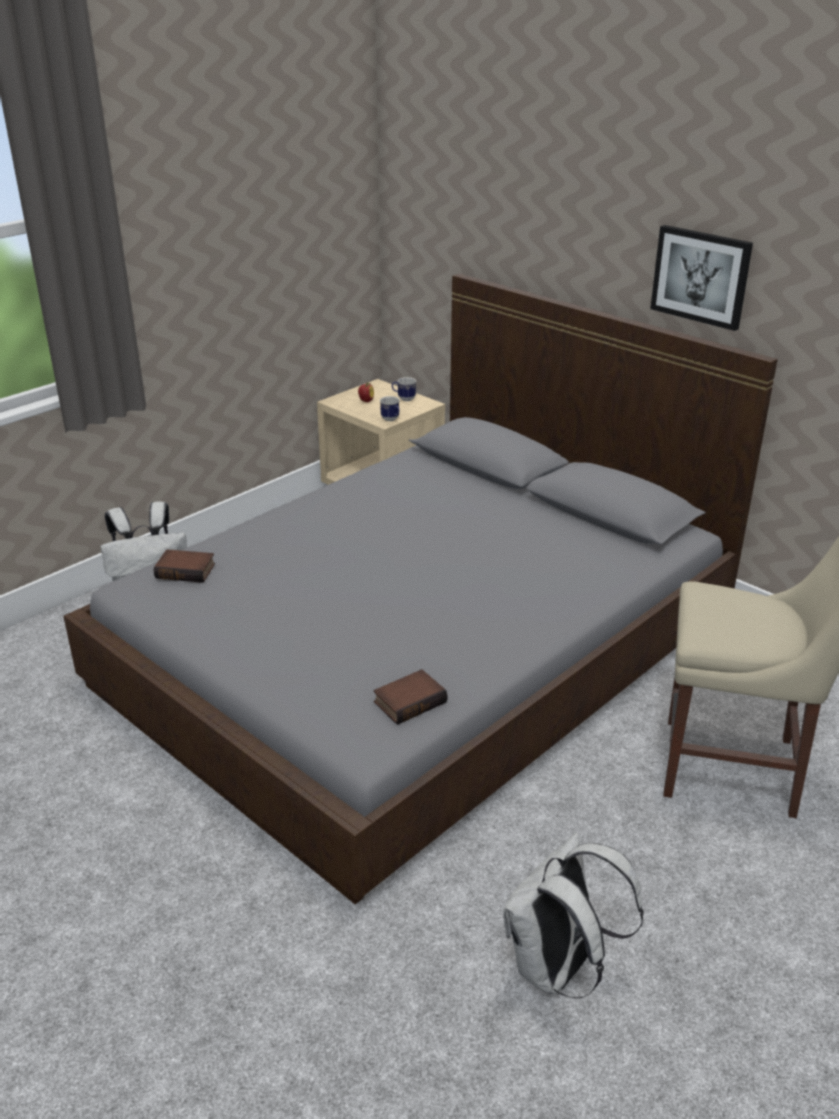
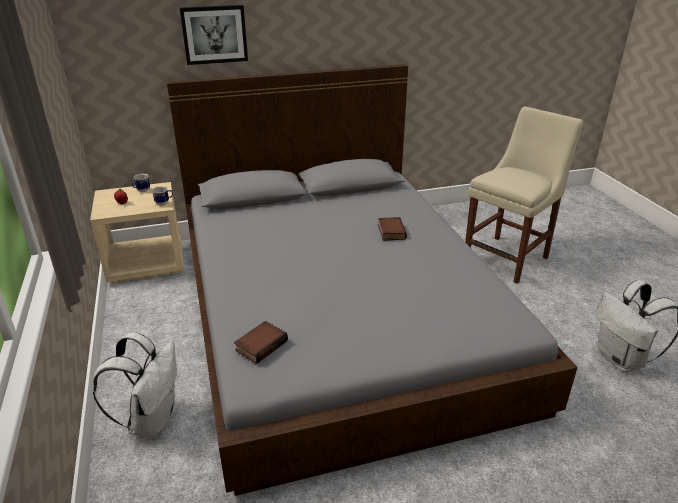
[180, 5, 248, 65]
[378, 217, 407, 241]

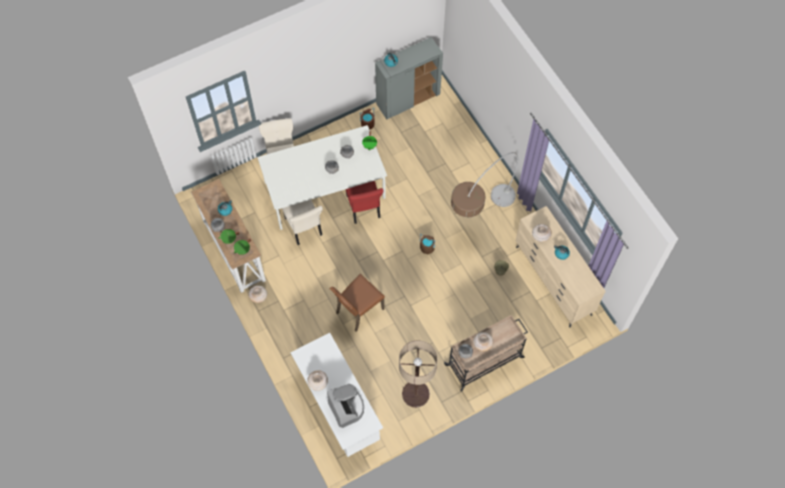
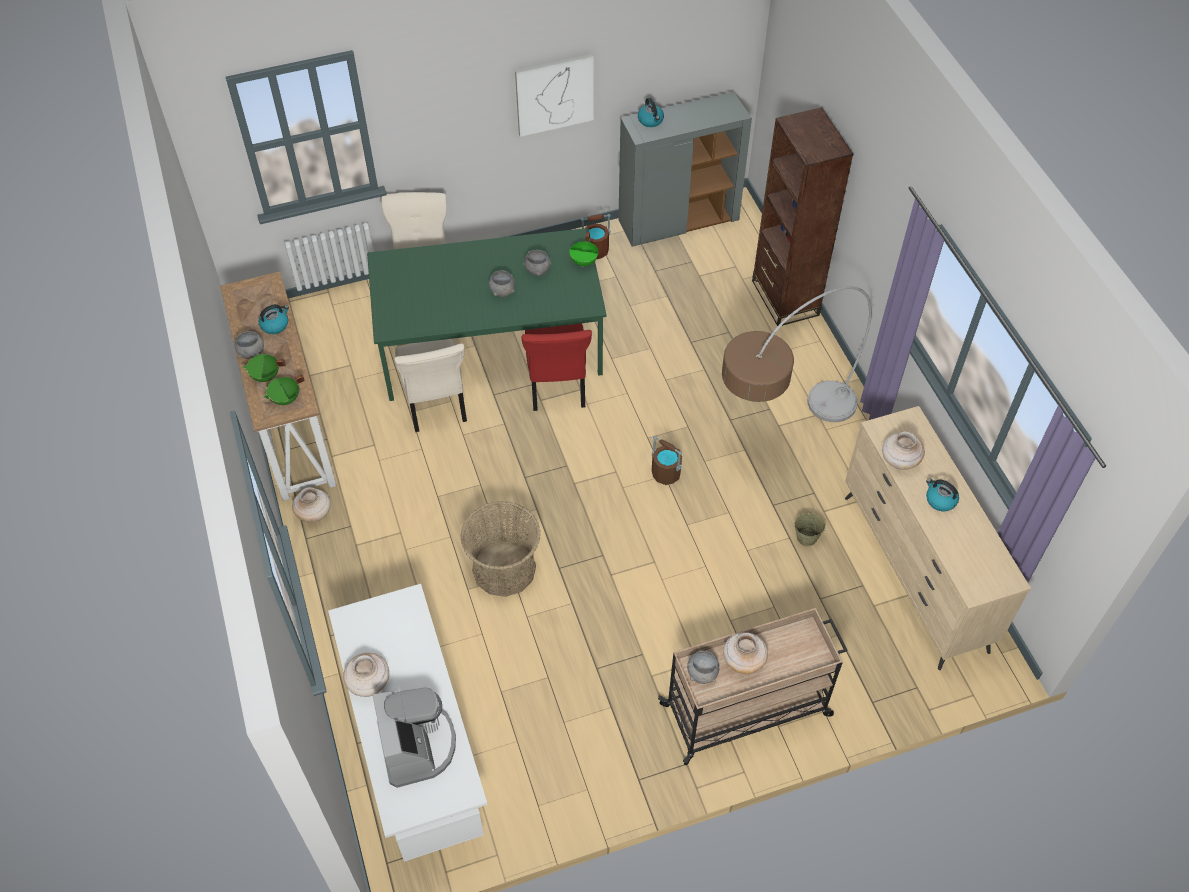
[367, 228, 607, 401]
[461, 501, 540, 597]
[399, 340, 437, 408] (first image)
[515, 54, 594, 137]
[752, 107, 853, 326]

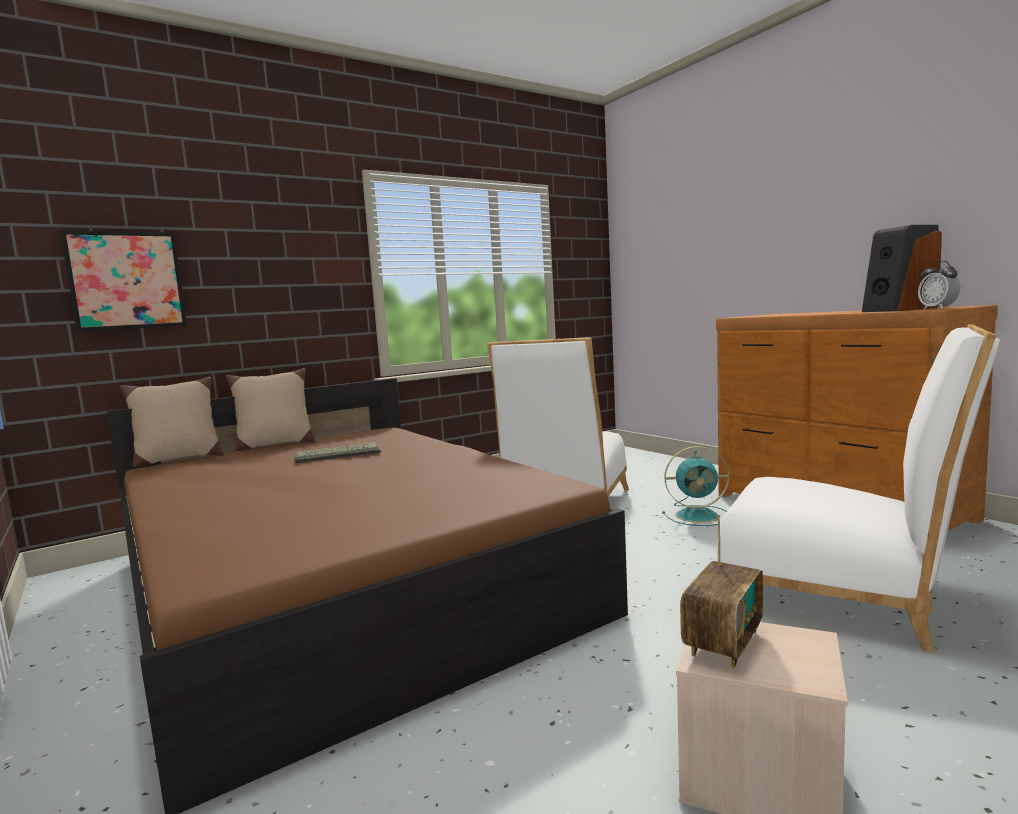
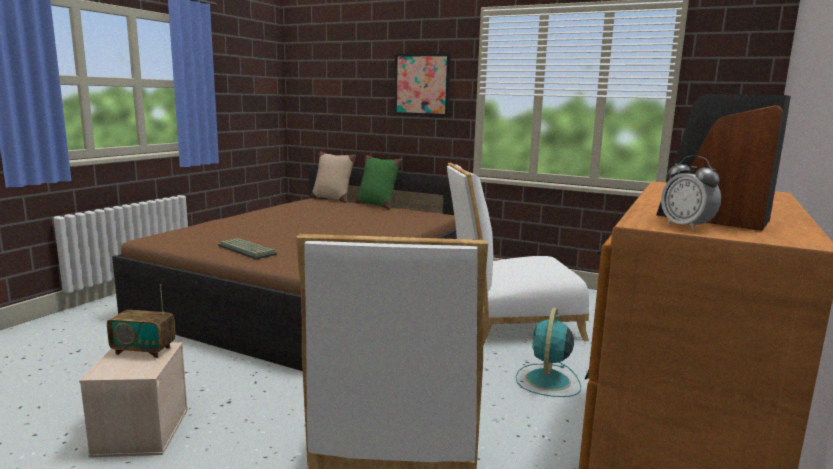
[394, 53, 451, 116]
[661, 155, 721, 231]
[355, 155, 402, 210]
[218, 238, 277, 259]
[516, 308, 581, 397]

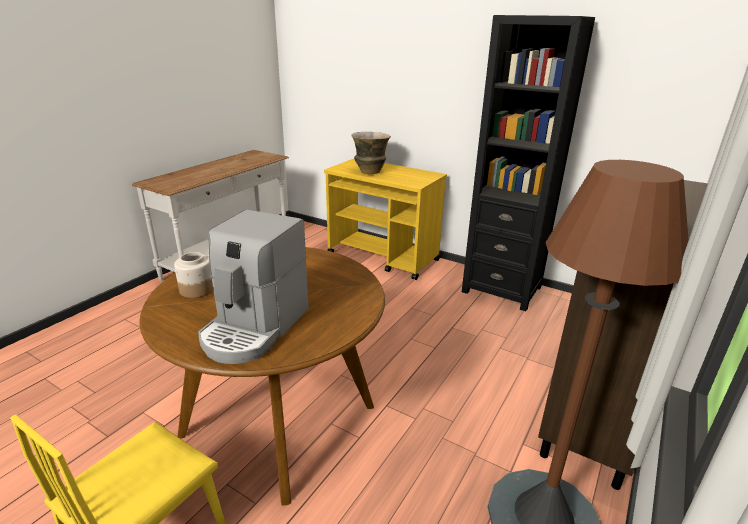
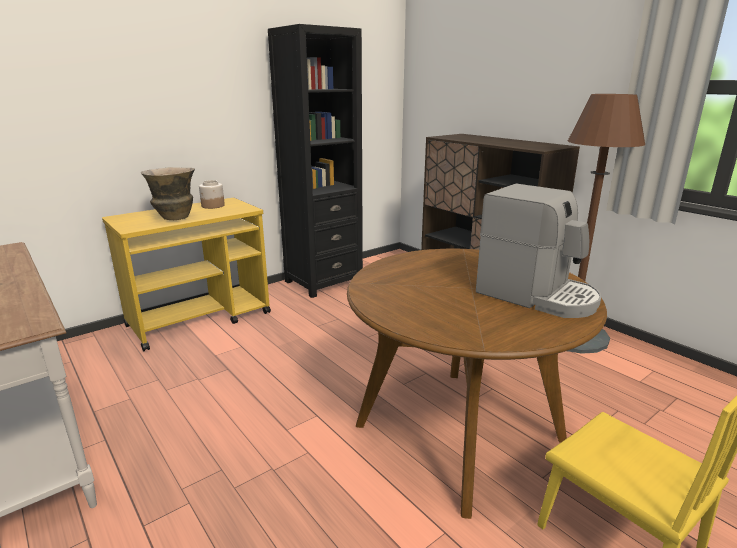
[199, 180, 225, 209]

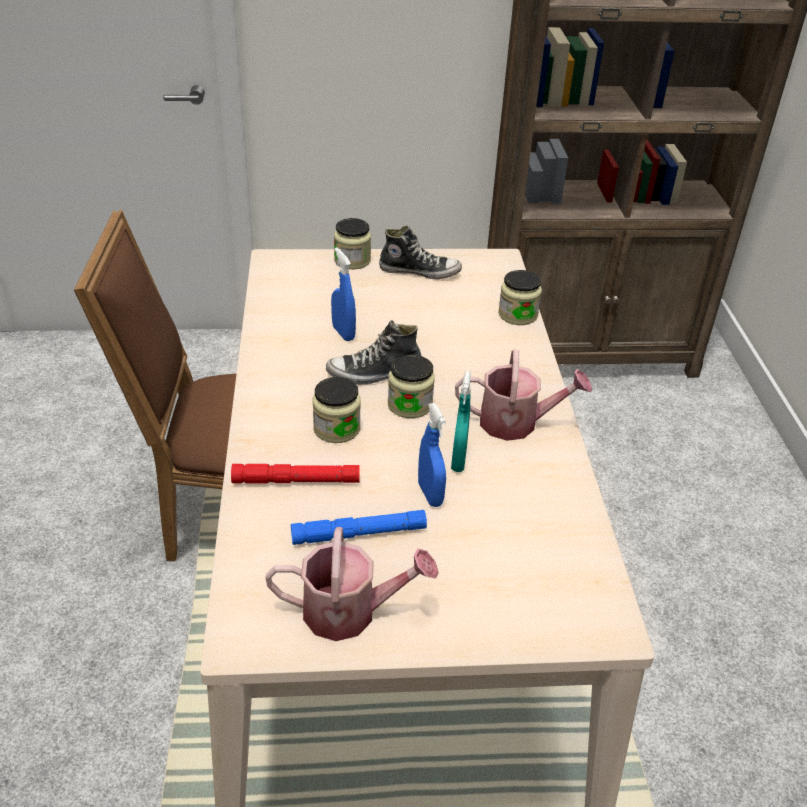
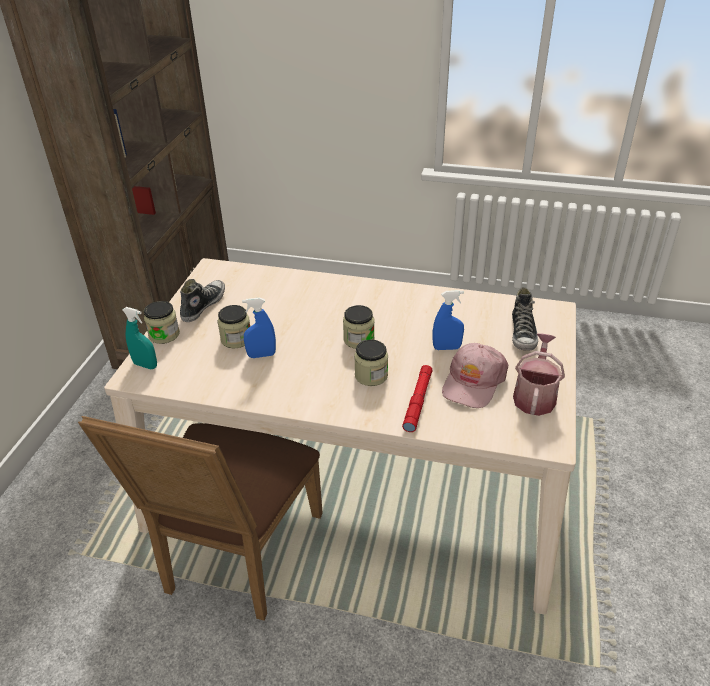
[217, 305, 250, 348]
[512, 287, 538, 351]
[455, 349, 592, 441] (first image)
[122, 307, 157, 369]
[442, 343, 508, 408]

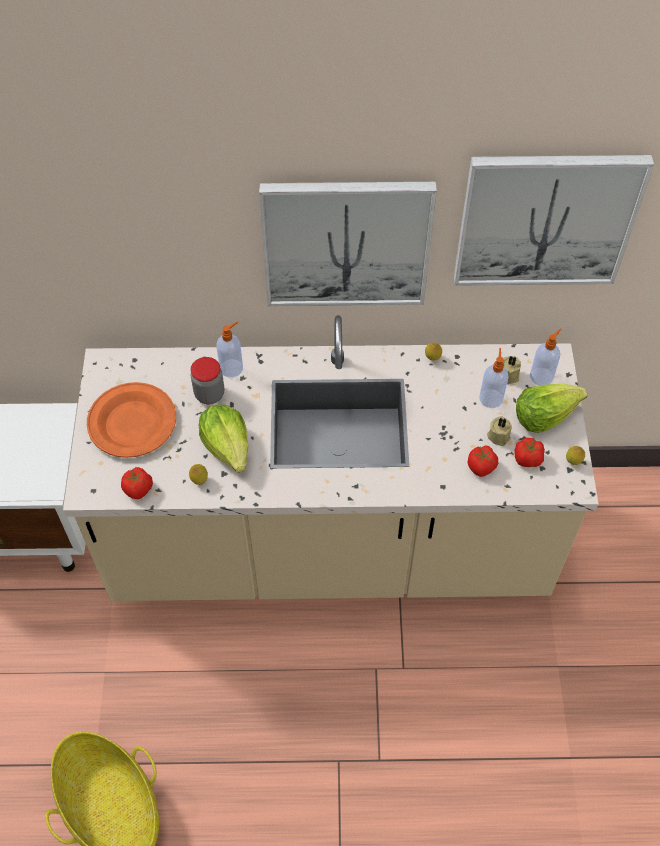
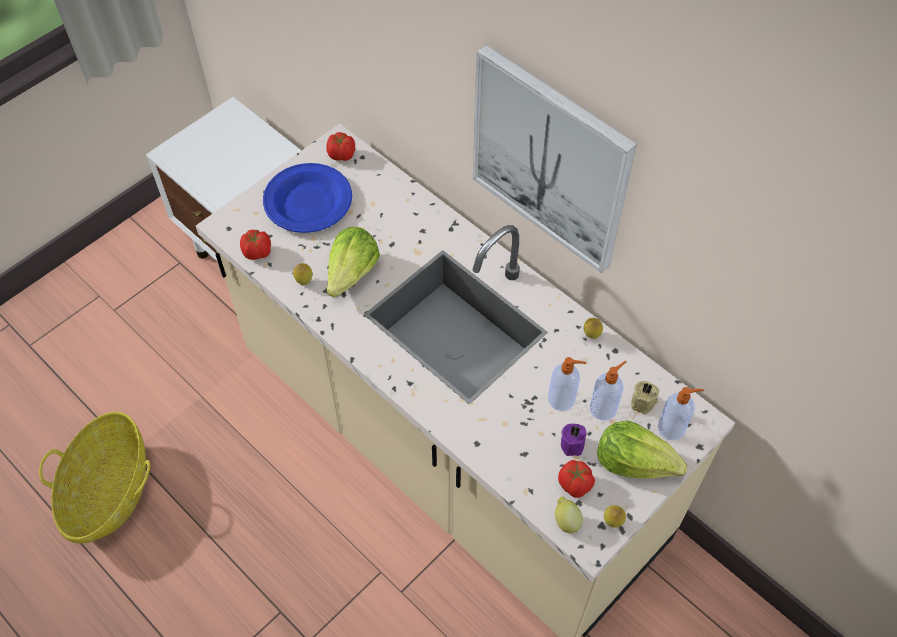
[454, 155, 654, 286] (first image)
[548, 357, 586, 411]
[191, 357, 224, 404] (first image)
[263, 163, 352, 233]
[561, 424, 586, 456]
[326, 132, 355, 161]
[555, 497, 583, 533]

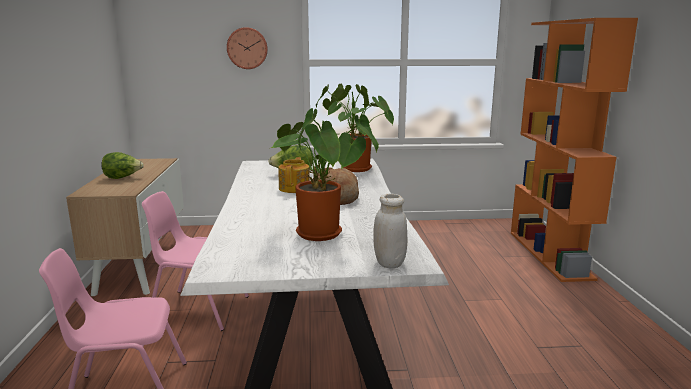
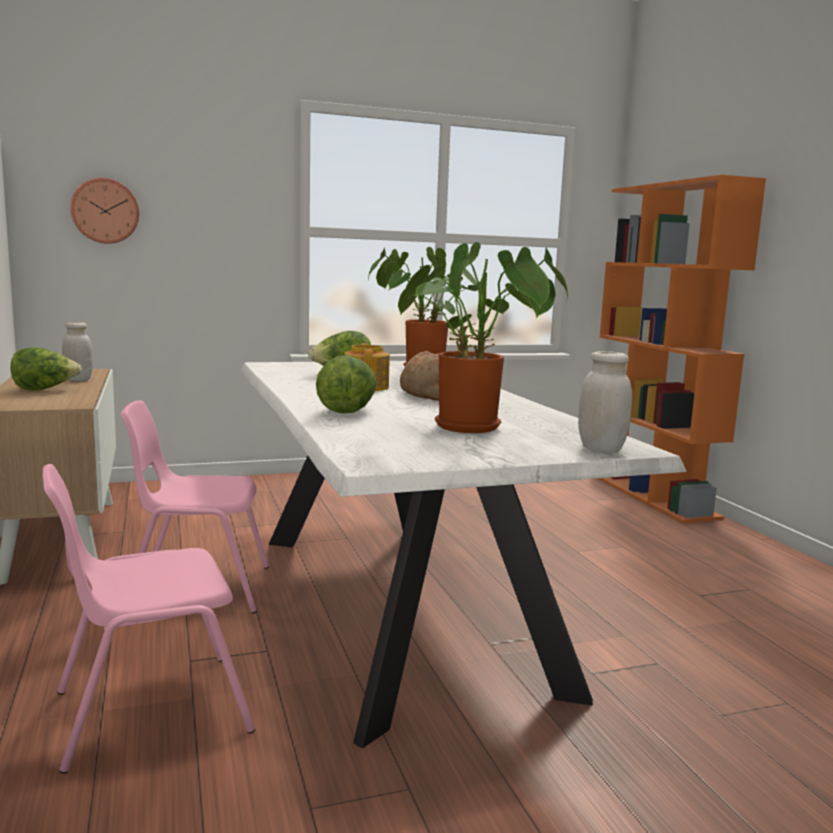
[71, 178, 139, 244]
[62, 322, 93, 381]
[316, 355, 377, 413]

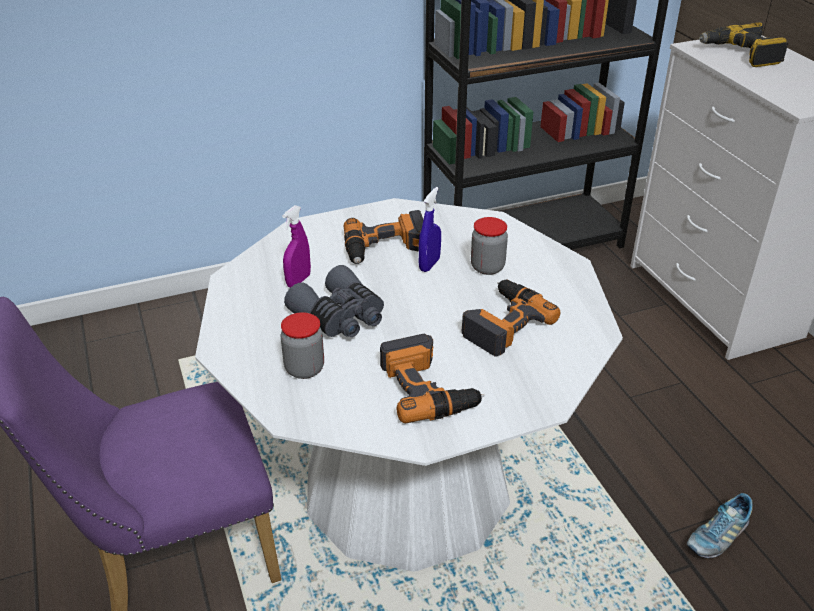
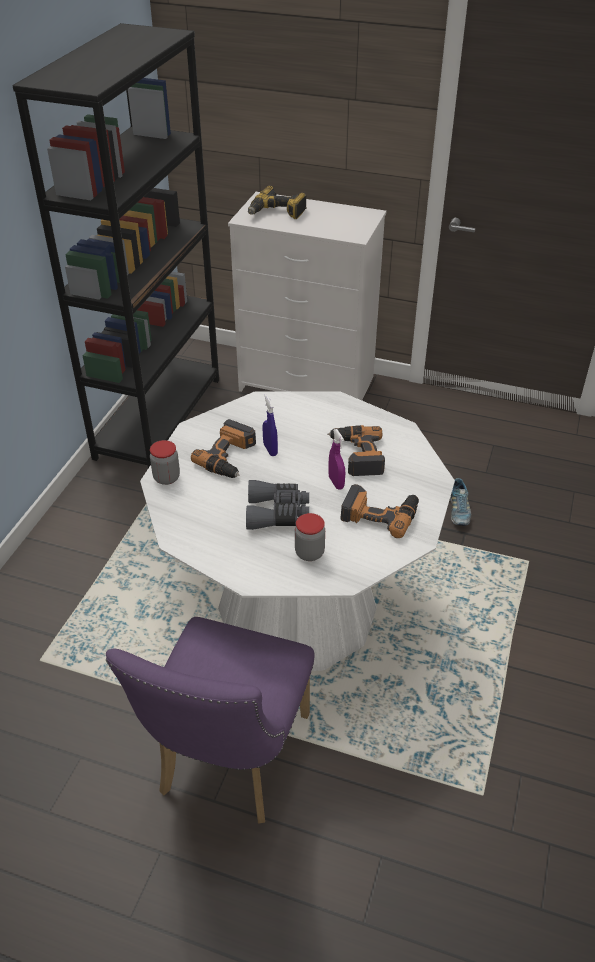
[328, 429, 345, 490]
[150, 440, 180, 485]

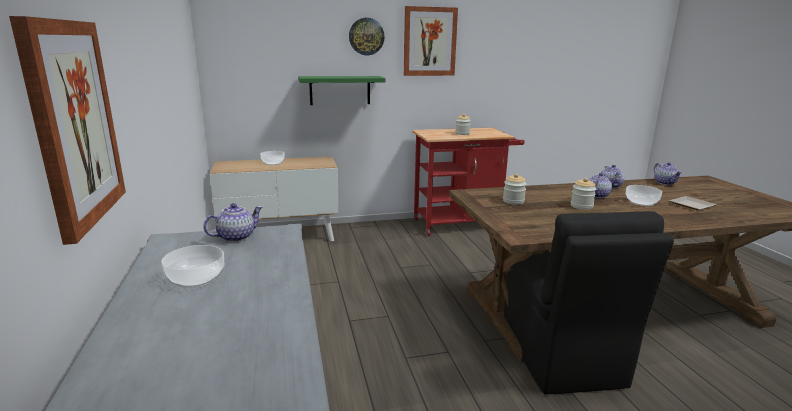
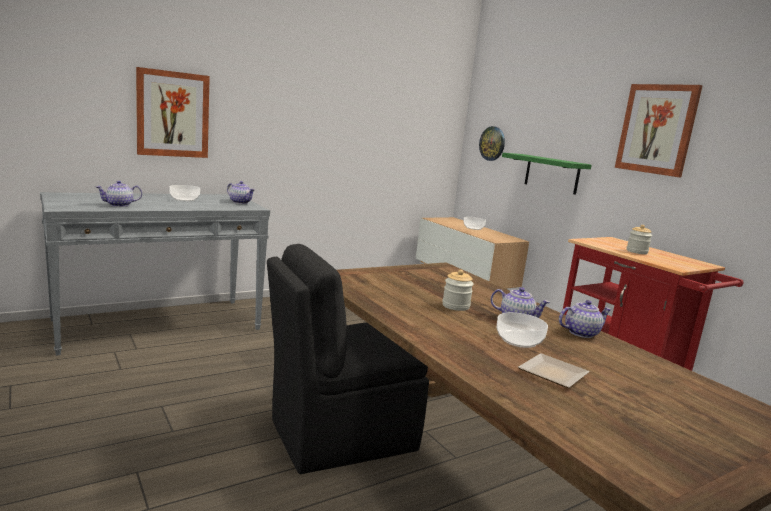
[479, 126, 505, 161]
[96, 180, 142, 207]
[503, 173, 526, 205] (first image)

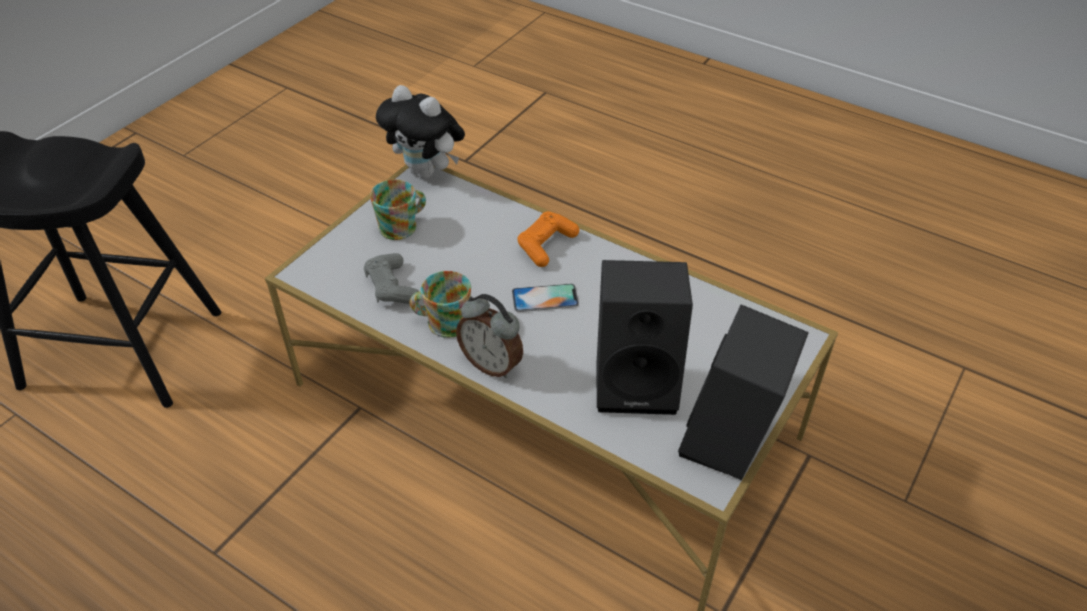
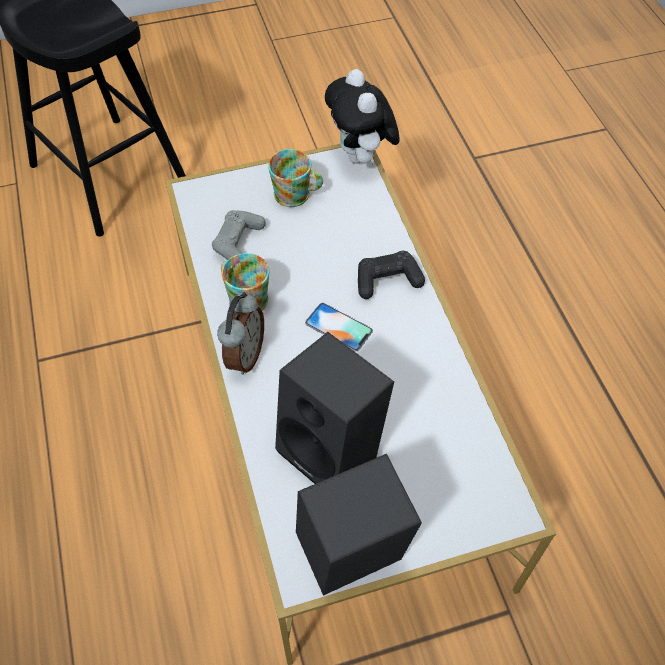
[358, 251, 425, 299]
[217, 292, 264, 375]

